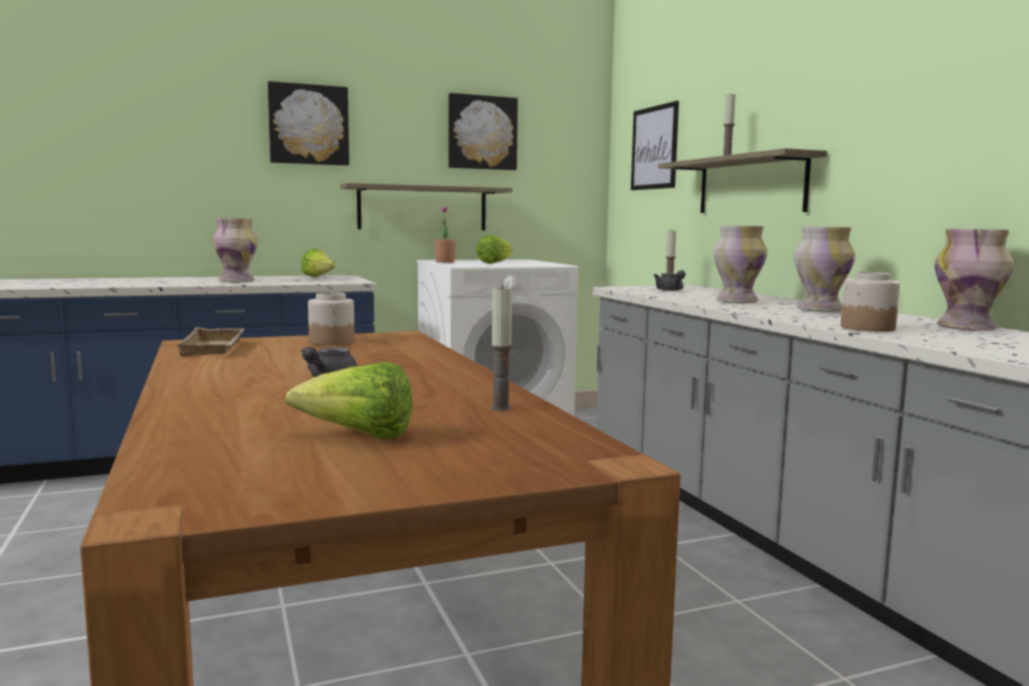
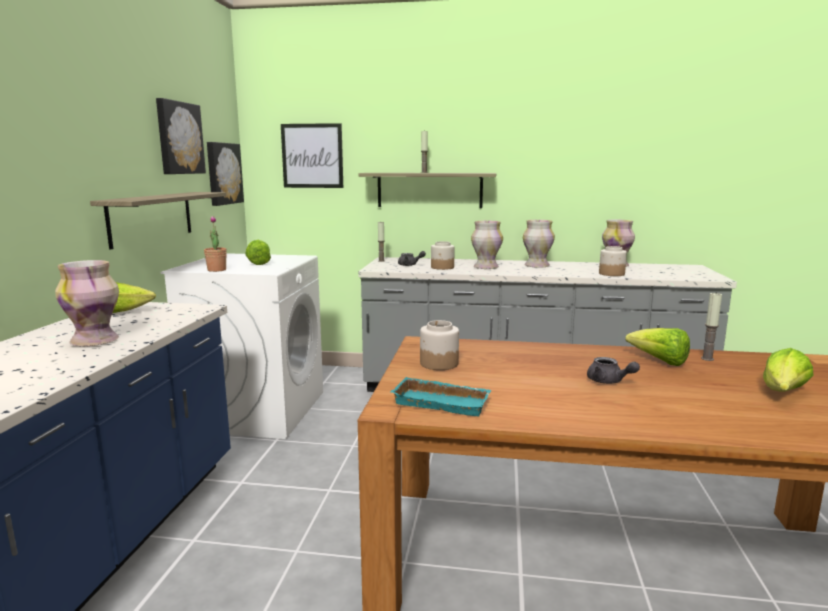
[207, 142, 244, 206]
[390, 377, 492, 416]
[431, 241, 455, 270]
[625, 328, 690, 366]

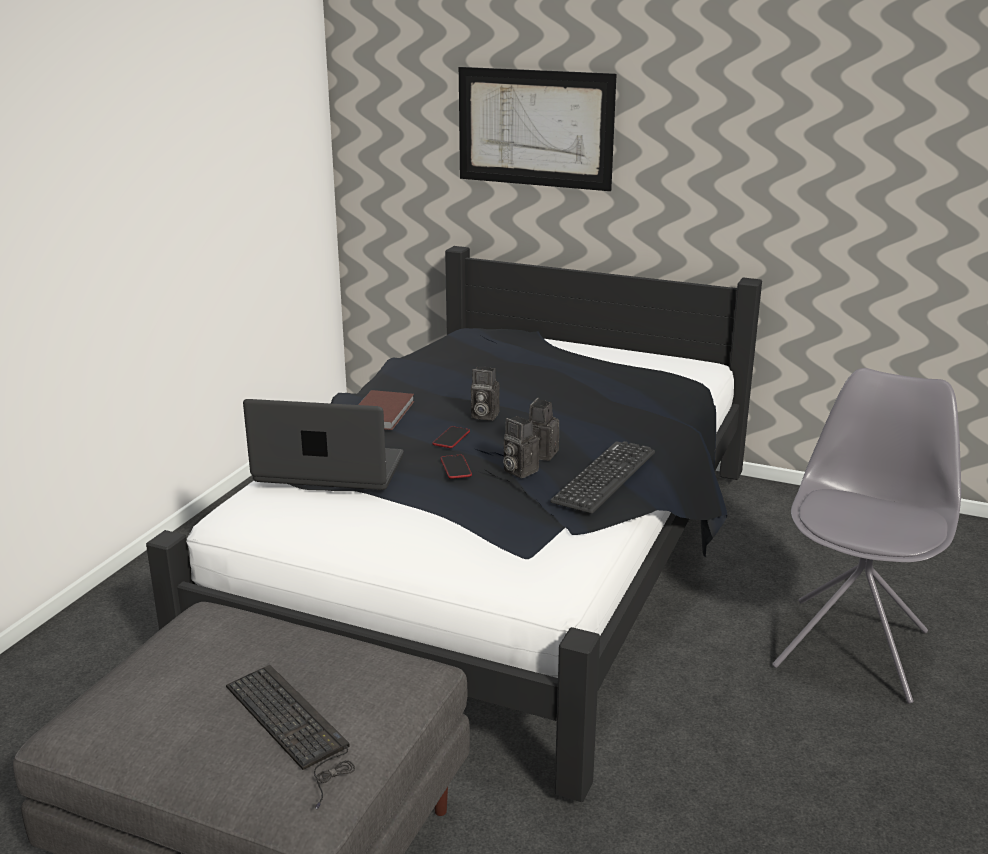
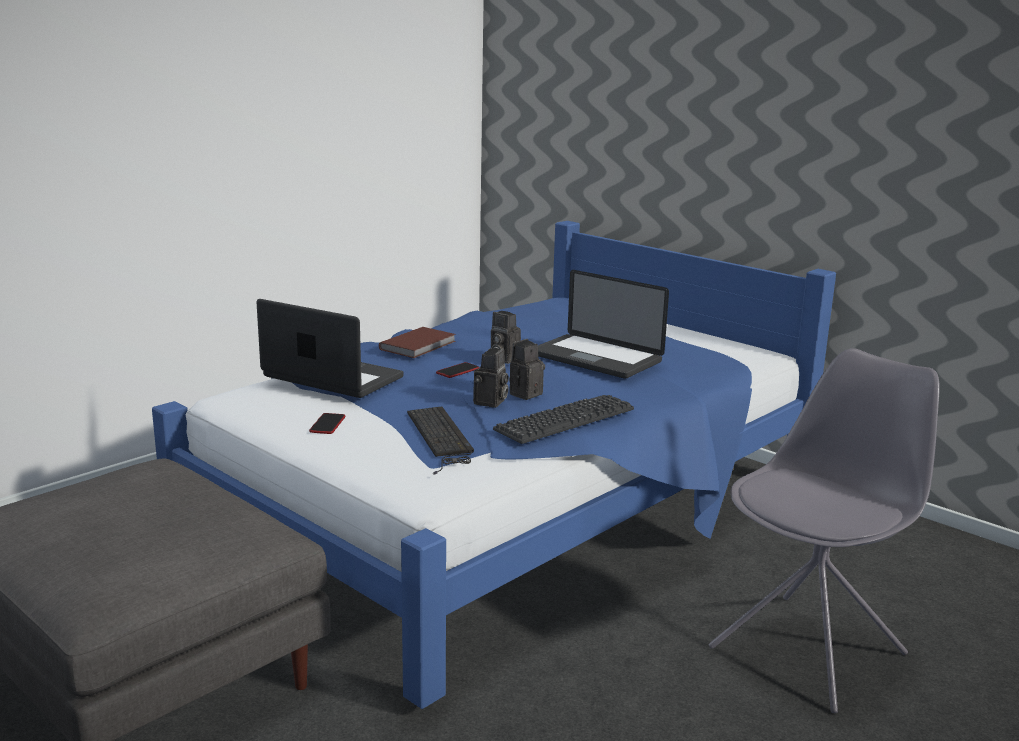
[459, 67, 617, 191] (first image)
[152, 221, 836, 709]
[473, 348, 509, 408]
[309, 413, 345, 434]
[407, 407, 474, 475]
[538, 270, 669, 379]

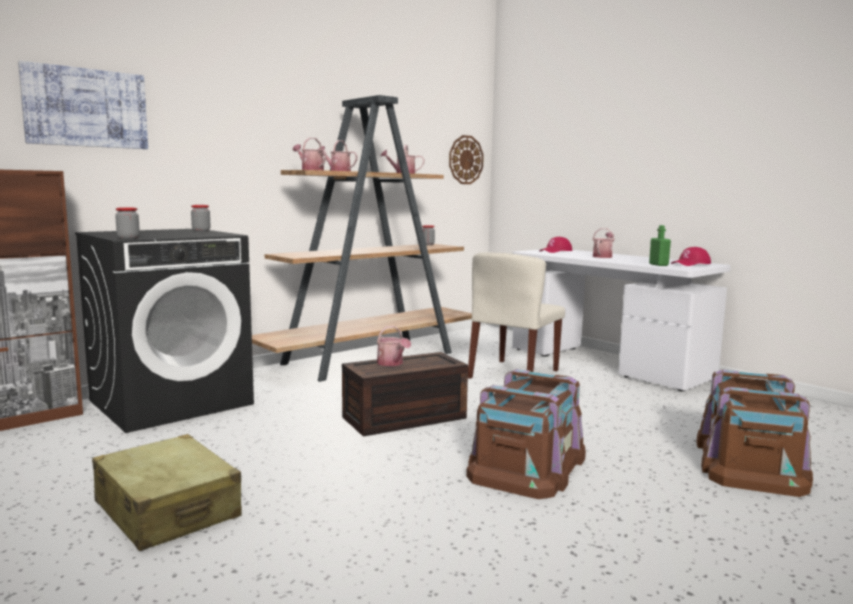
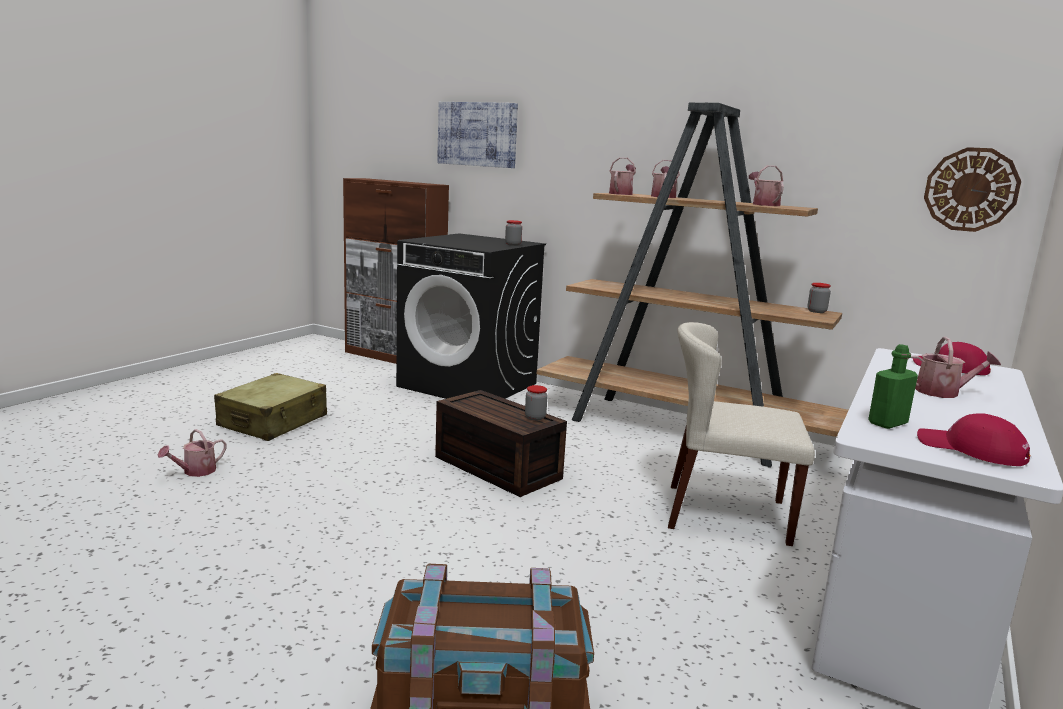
[525, 385, 548, 420]
[158, 429, 227, 477]
[466, 369, 586, 499] (first image)

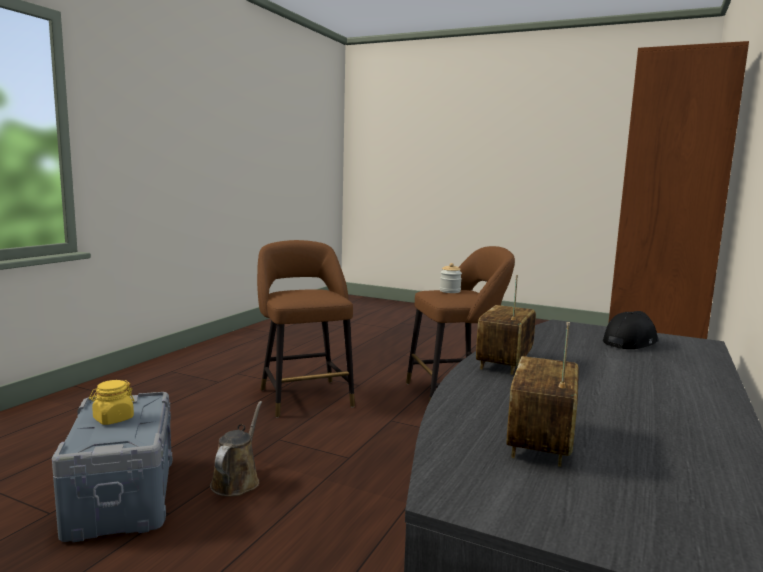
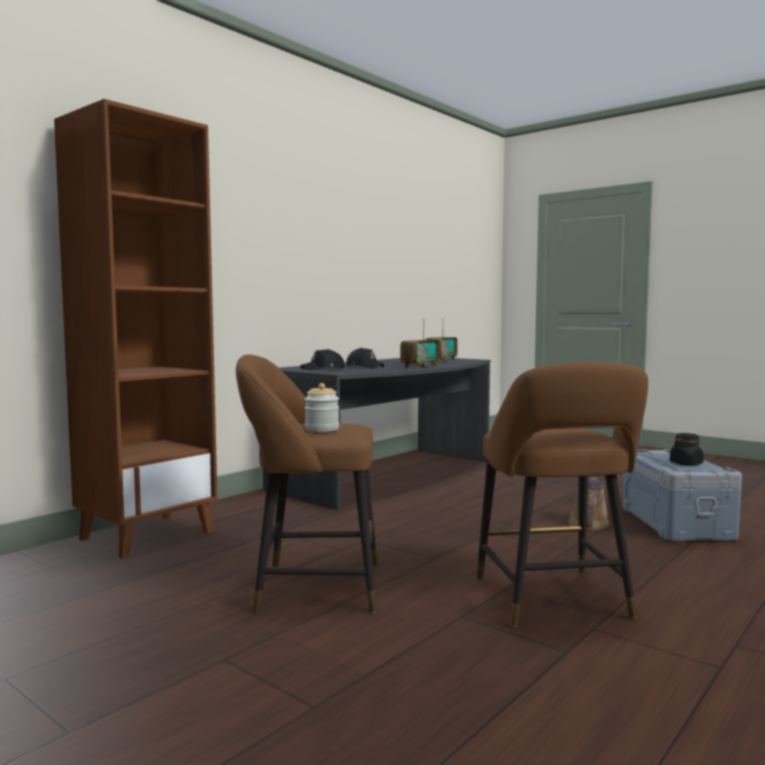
[670, 433, 704, 466]
[346, 348, 384, 369]

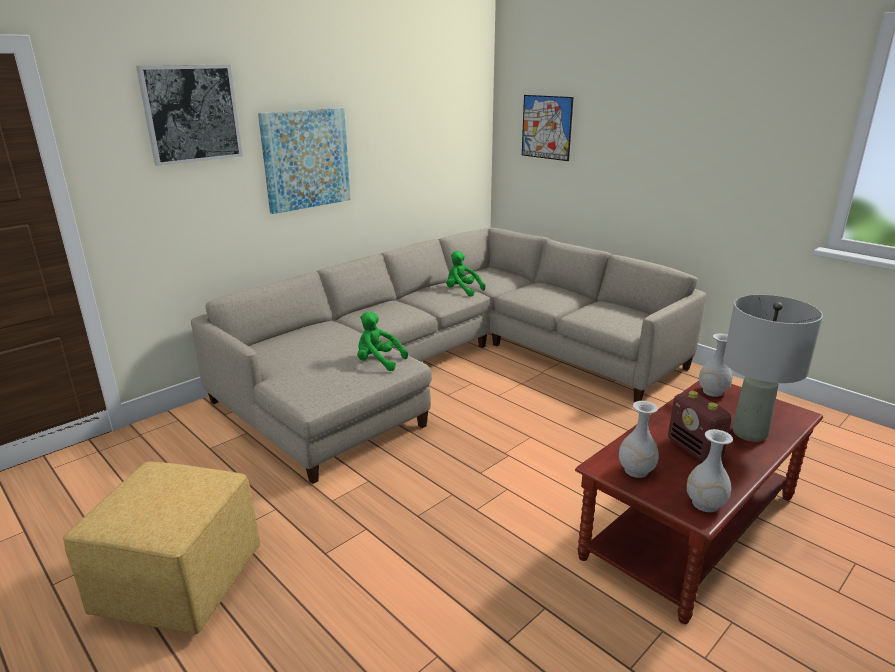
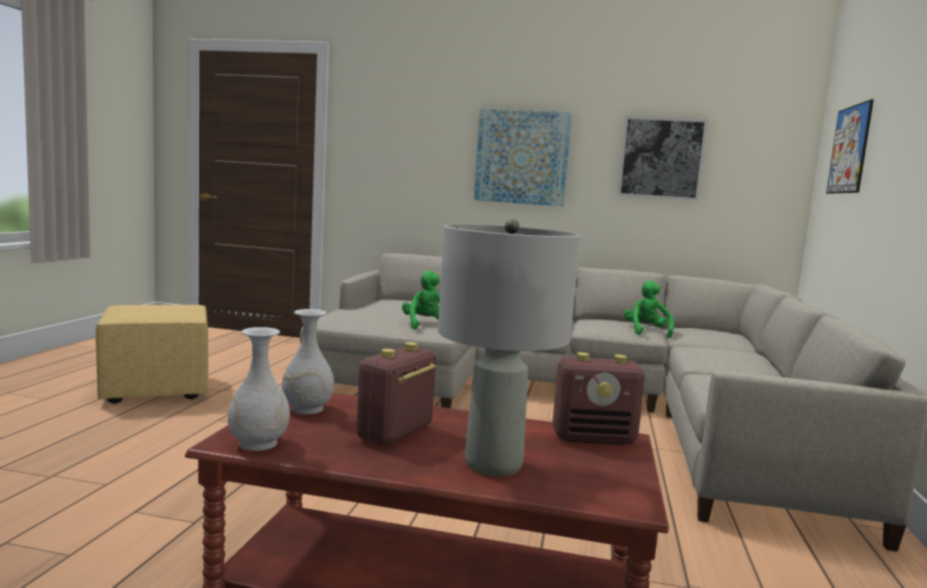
[617, 116, 708, 201]
[553, 352, 645, 445]

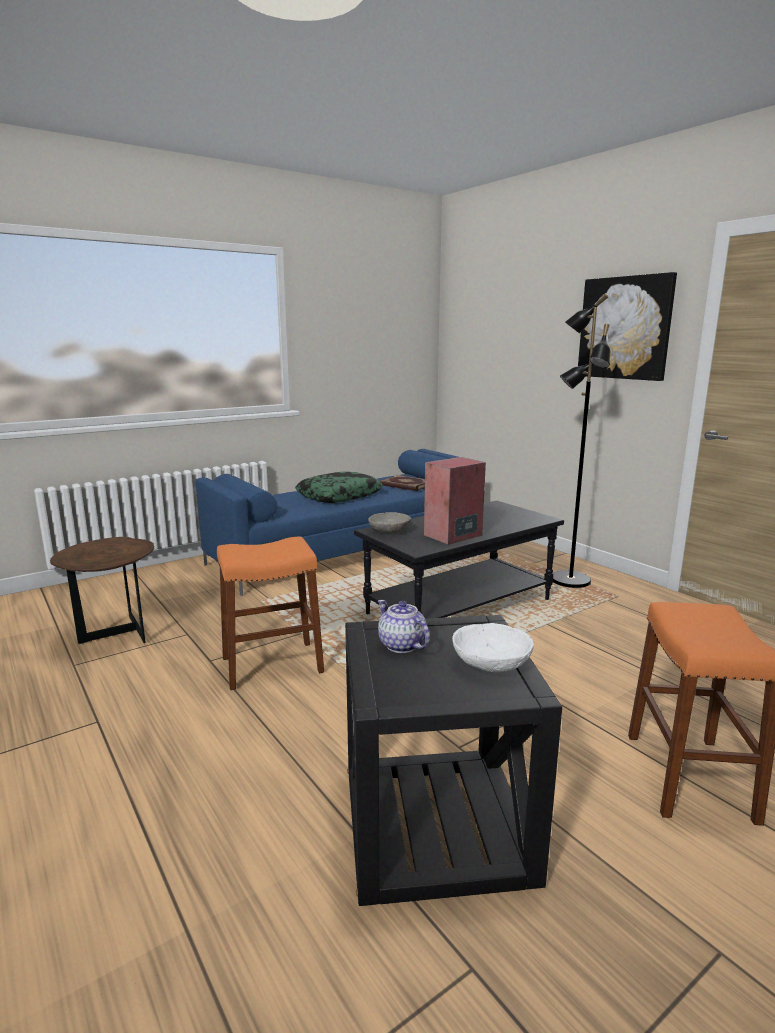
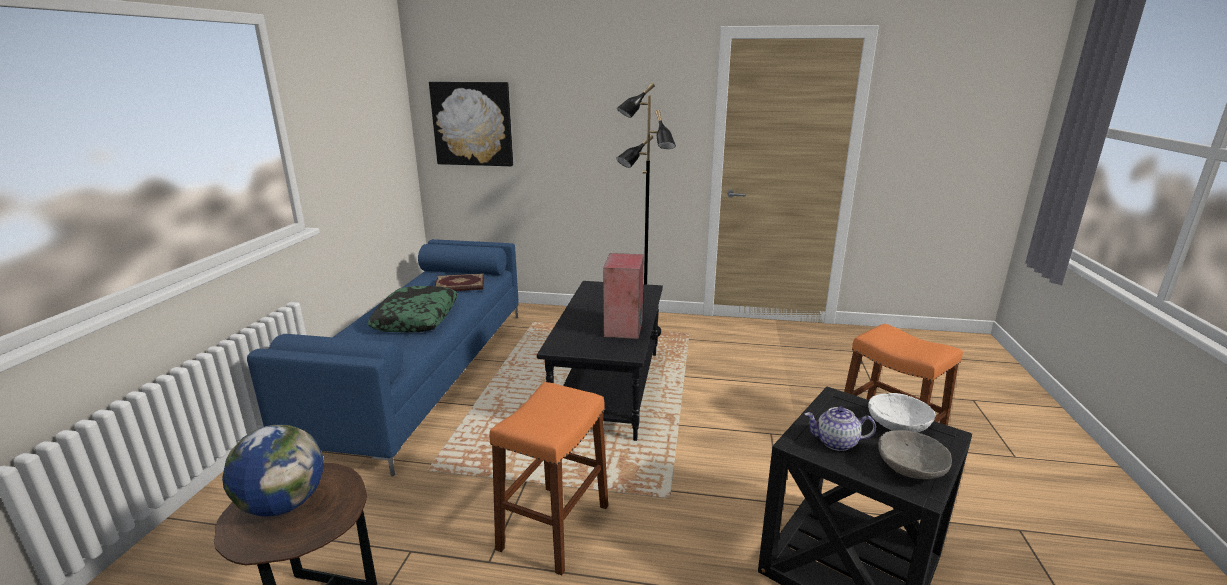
[429, 82, 513, 166]
[878, 430, 952, 479]
[222, 424, 324, 517]

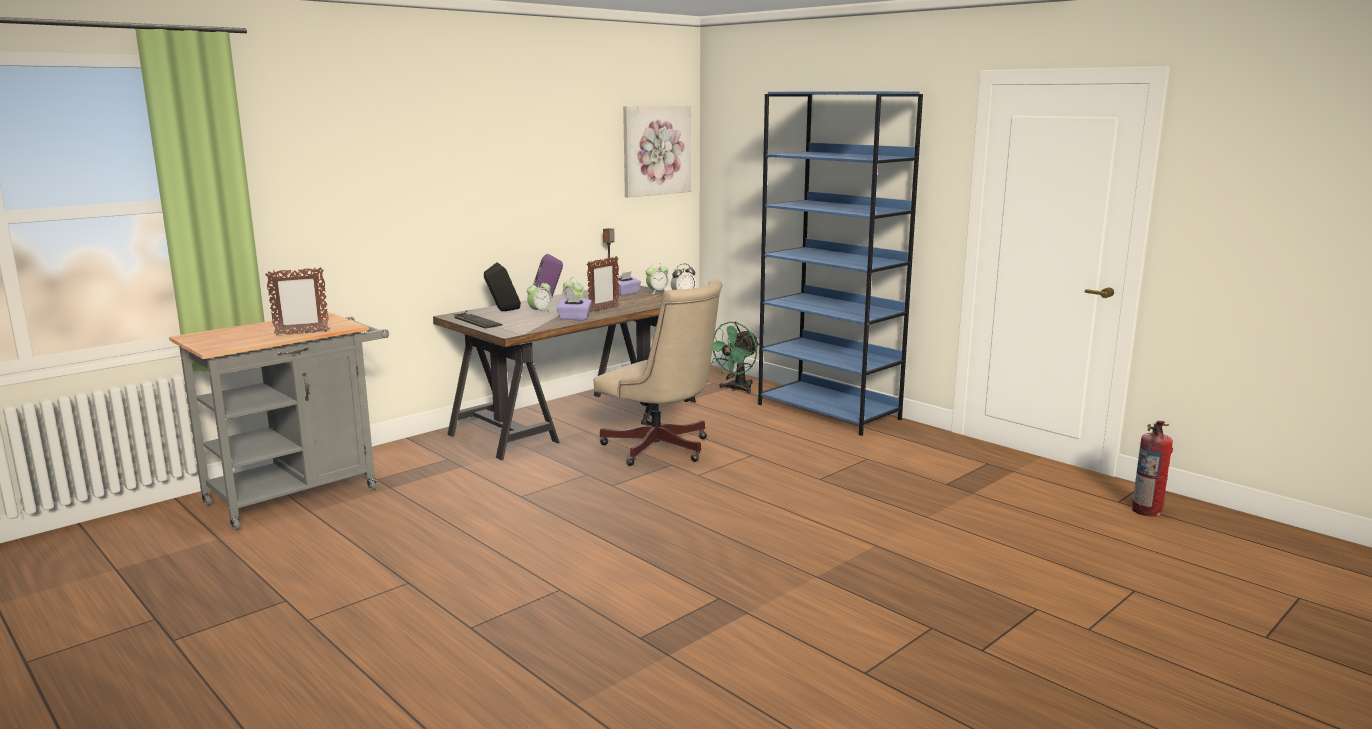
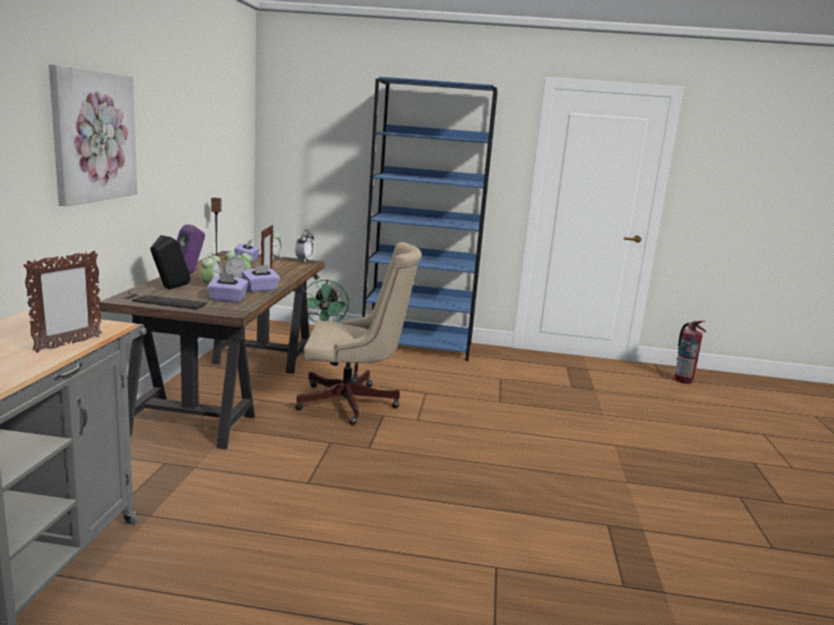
[49, 64, 137, 206]
[207, 273, 248, 302]

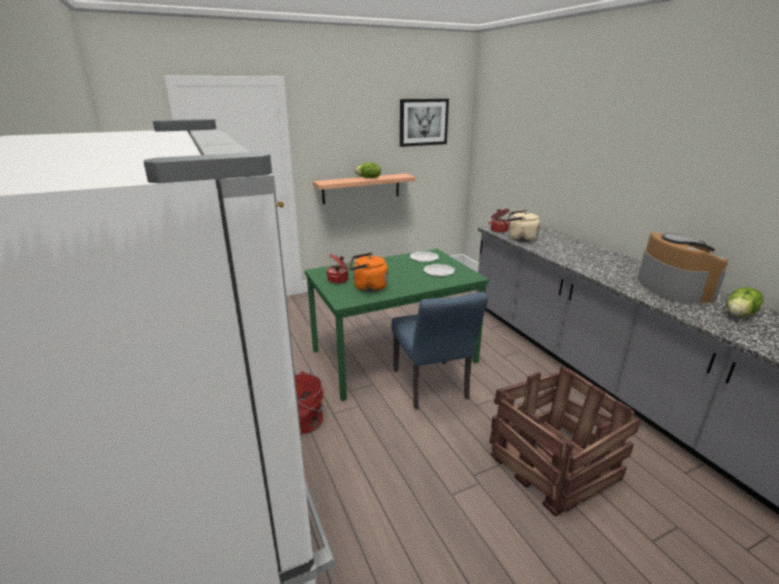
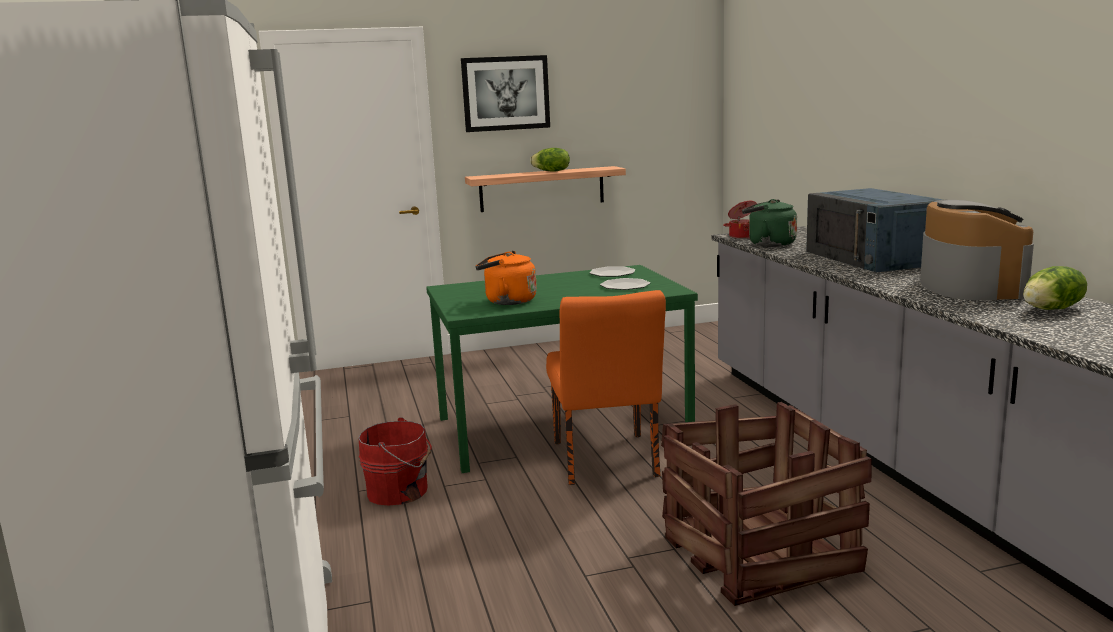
[461, 55, 550, 132]
[742, 199, 797, 247]
[326, 254, 348, 284] (first image)
[546, 290, 666, 485]
[806, 188, 943, 272]

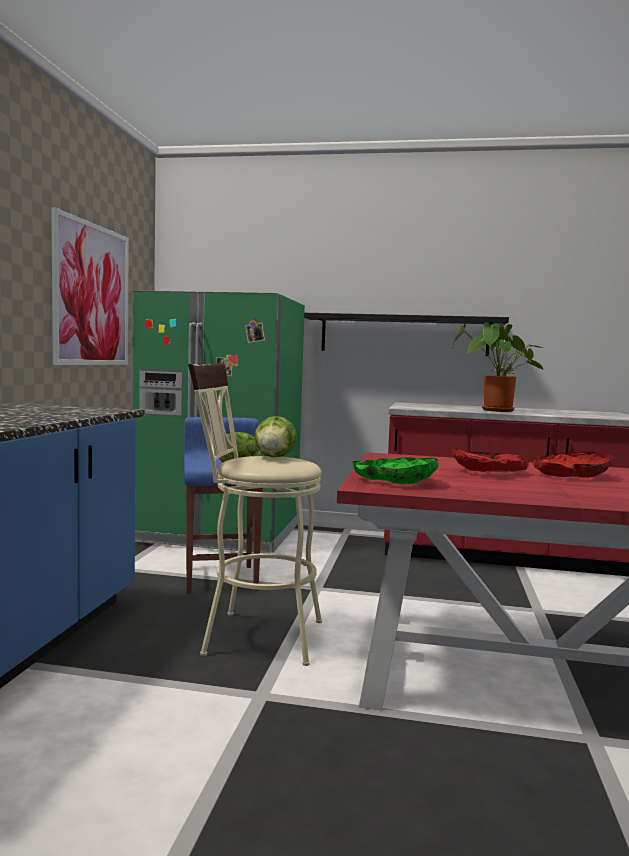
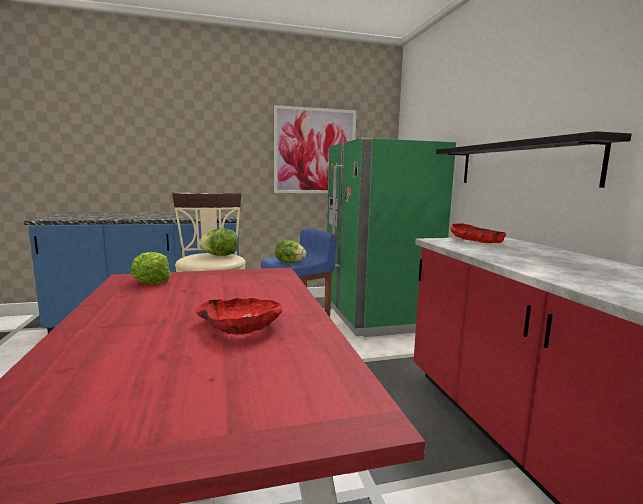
[452, 322, 544, 412] (first image)
[450, 223, 506, 243]
[131, 252, 171, 284]

